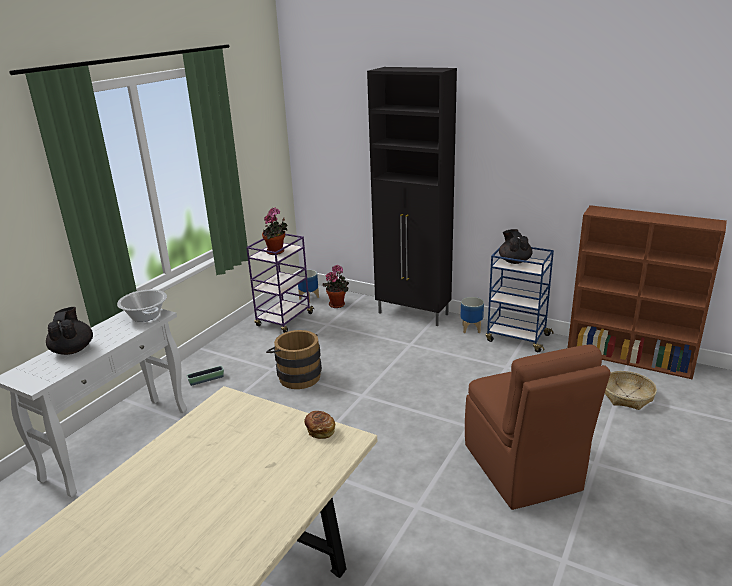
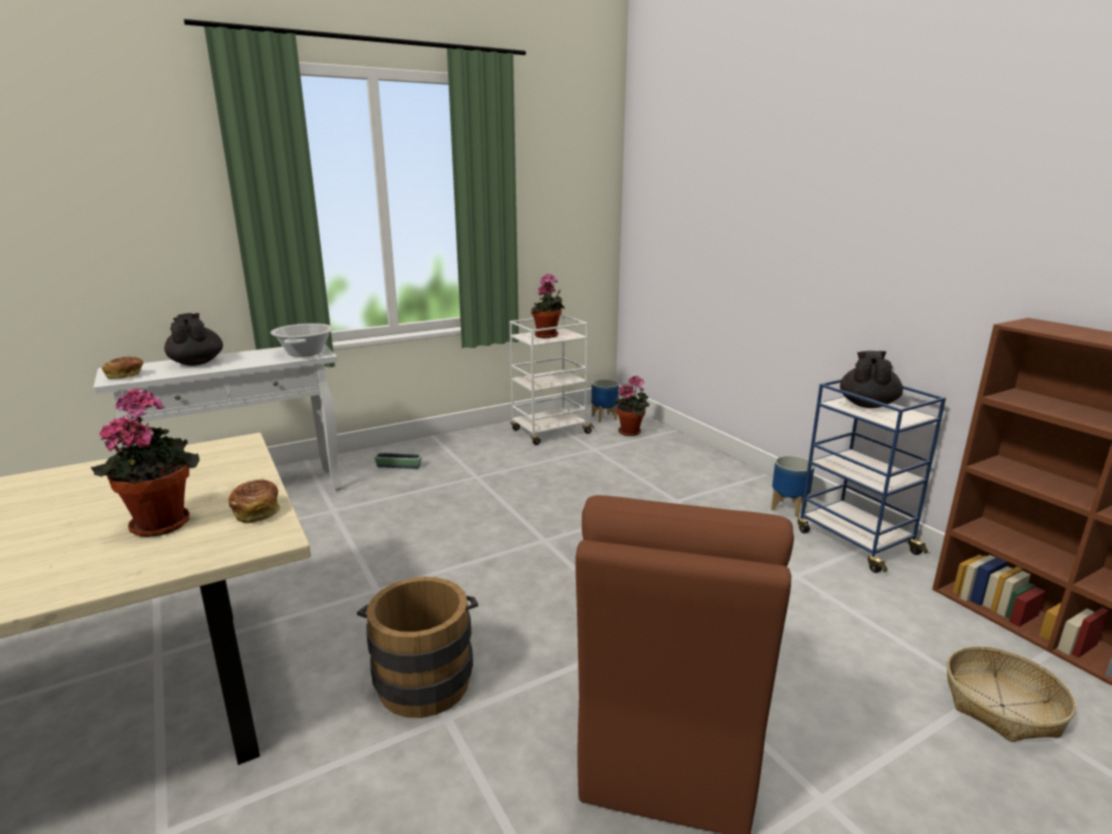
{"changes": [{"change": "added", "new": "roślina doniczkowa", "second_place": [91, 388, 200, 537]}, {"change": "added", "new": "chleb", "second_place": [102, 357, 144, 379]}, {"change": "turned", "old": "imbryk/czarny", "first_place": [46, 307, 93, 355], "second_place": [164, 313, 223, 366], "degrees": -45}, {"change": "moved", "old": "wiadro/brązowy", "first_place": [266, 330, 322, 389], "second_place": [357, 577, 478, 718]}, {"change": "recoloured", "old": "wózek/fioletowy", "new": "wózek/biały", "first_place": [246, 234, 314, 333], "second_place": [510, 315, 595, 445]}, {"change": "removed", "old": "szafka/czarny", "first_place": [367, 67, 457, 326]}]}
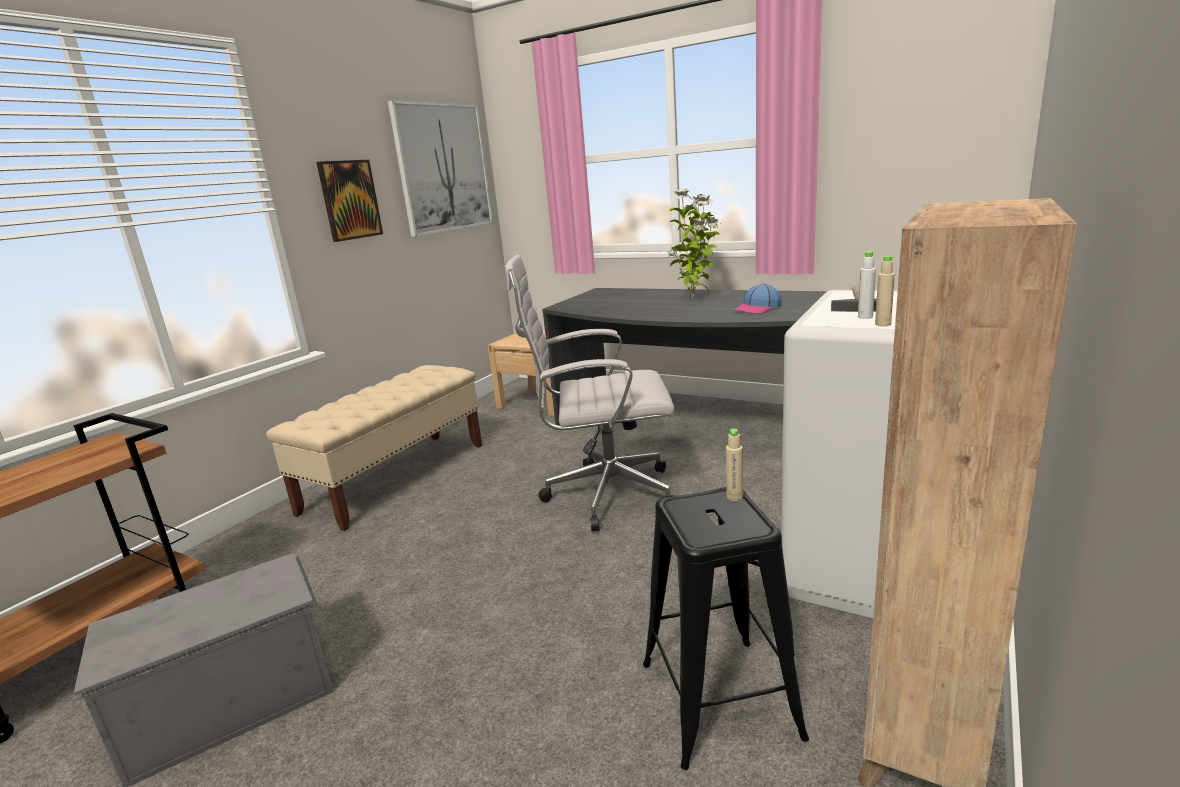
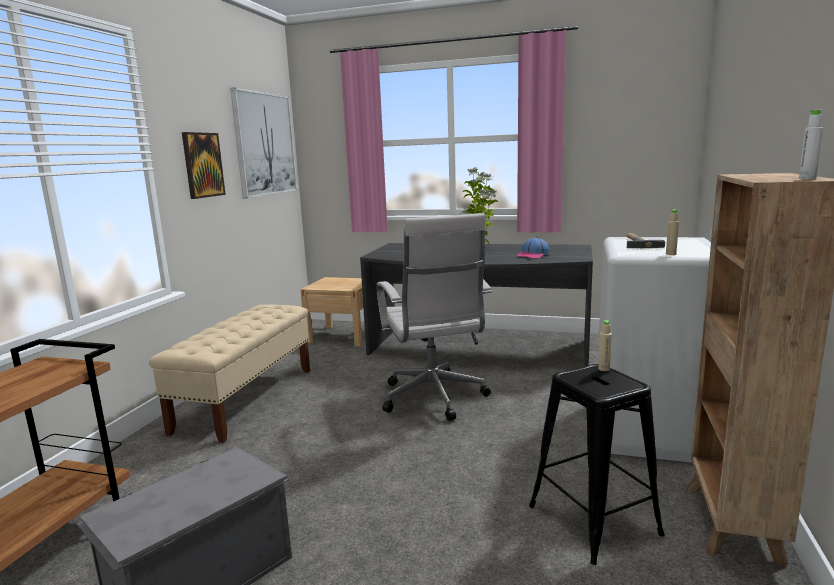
{"changes": [{"change": "turned", "old": "krzesło biurowe/biały", "first_place": [505, 255, 675, 531], "second_place": [376, 213, 492, 421], "degrees": -90}, {"change": "moved", "old": "butelka/biały", "first_place": [858, 252, 876, 319], "second_place": [799, 110, 823, 180]}]}
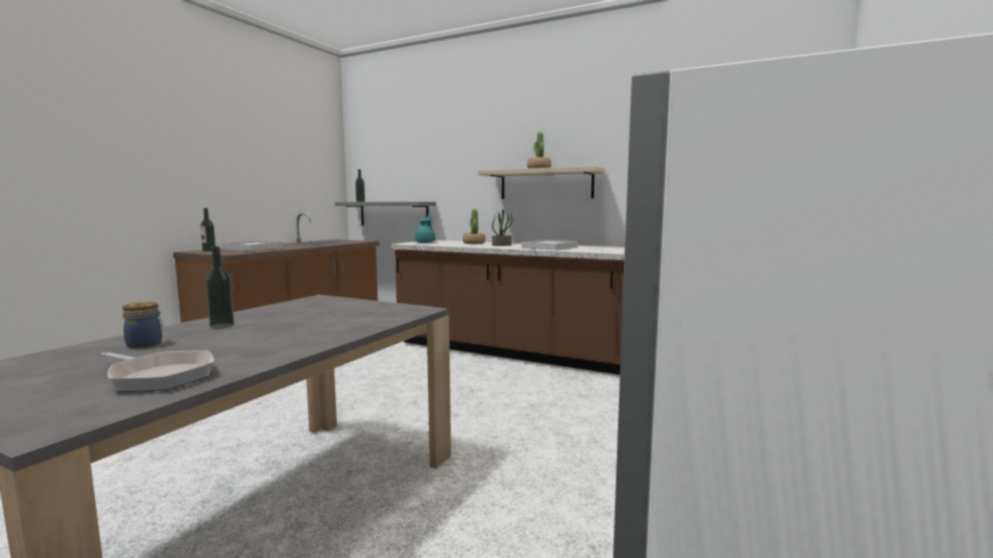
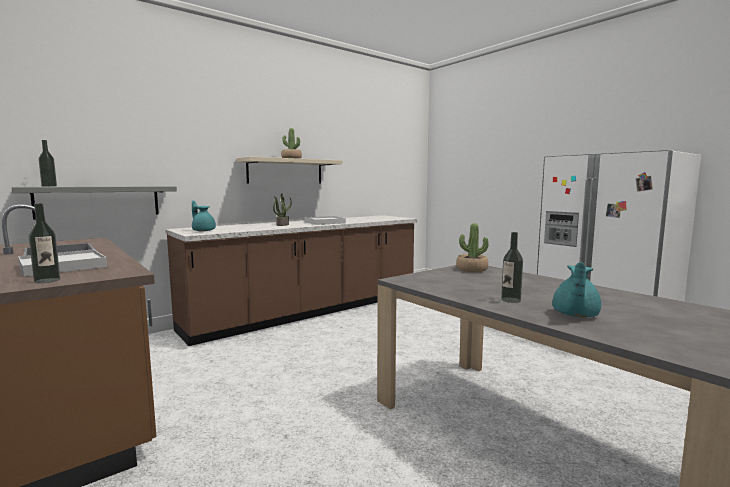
{"changes": [{"change": "moved", "old": "roślina doniczkowa", "first_place": [463, 209, 486, 244], "second_place": [456, 223, 489, 272]}, {"change": "replaced", "old": "słoik", "new": "imbryk/turkusowy", "first_place": [122, 302, 163, 348], "second_place": [553, 262, 601, 317]}, {"change": "removed", "old": "patelnia", "first_place": [101, 351, 214, 392]}]}
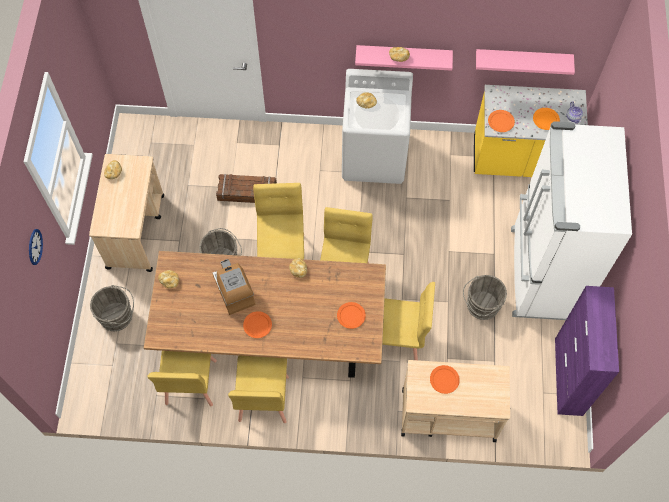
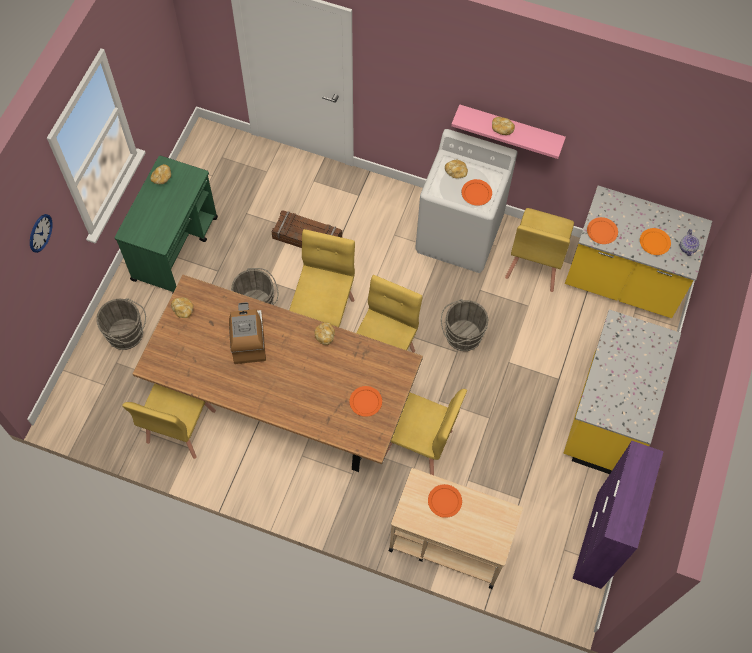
{"changes": [{"change": "recoloured", "old": "wózek/beżowy", "new": "wózek/zielony", "first_place": [89, 154, 164, 272], "second_place": [114, 155, 218, 294]}, {"change": "moved", "old": "wiadro/szary", "first_place": [463, 275, 507, 320], "second_place": [441, 299, 488, 351]}, {"change": "moved", "old": "talerz/pomarańczowy", "first_place": [243, 311, 272, 338], "second_place": [461, 179, 492, 206]}, {"change": "moved", "old": "krzesło/żółty", "first_place": [228, 356, 289, 423], "second_place": [505, 208, 574, 292]}, {"change": "replaced", "old": "lodówka/biały", "new": "zabudowa kuchenna/żółty", "first_place": [511, 121, 632, 320], "second_place": [564, 309, 681, 474]}, {"change": "removed", "old": "półka/różowy", "first_place": [476, 49, 575, 75]}]}
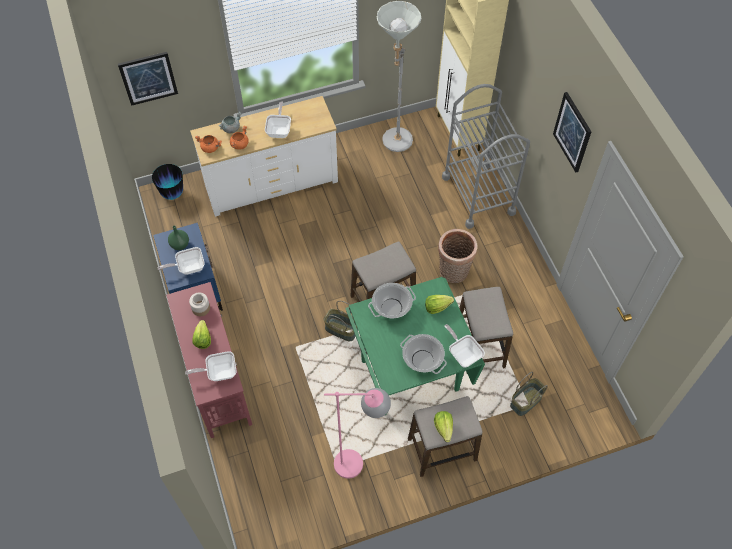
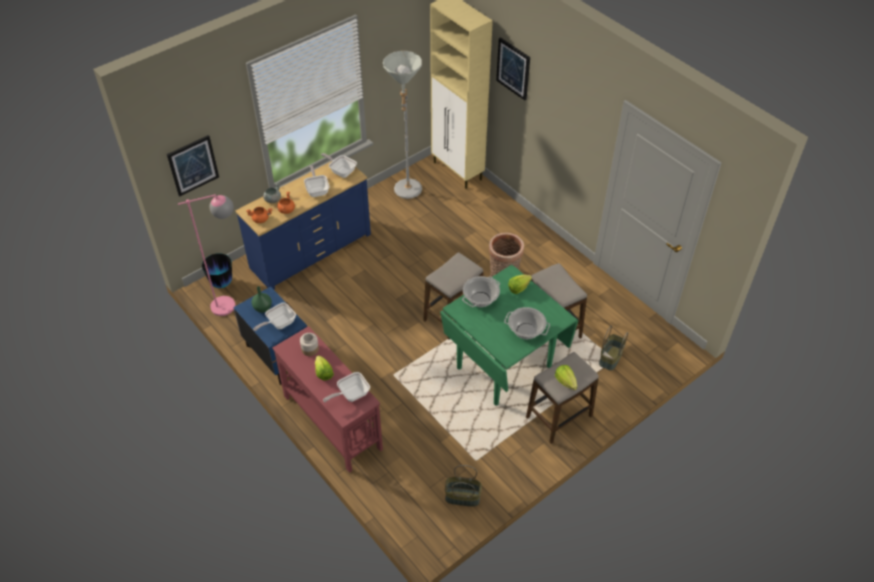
{"changes": [{"change": "moved", "old": "lampa stojąca/różowy", "first_place": [324, 388, 391, 479], "second_place": [178, 194, 235, 316]}, {"change": "recoloured", "old": "komoda/biały", "new": "komoda/niebieski", "first_place": [190, 96, 338, 217], "second_place": [235, 161, 371, 289]}, {"change": "moved", "old": "patelnia", "first_place": [444, 324, 485, 368], "second_place": [321, 153, 357, 178]}, {"change": "moved", "old": "koszyk", "first_place": [324, 301, 358, 341], "second_place": [445, 465, 482, 507]}, {"change": "moved", "old": "obraz", "first_place": [553, 92, 592, 173], "second_place": [496, 37, 530, 101]}, {"change": "removed", "old": "wózek/szary", "first_place": [442, 84, 530, 229]}]}
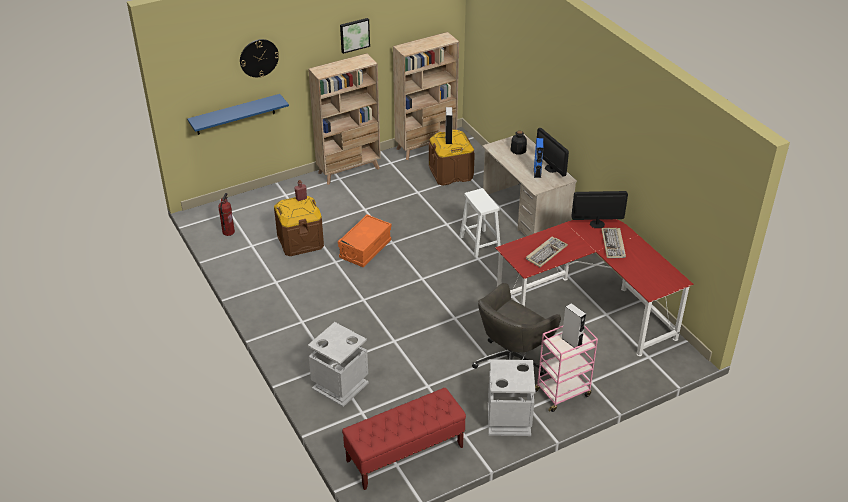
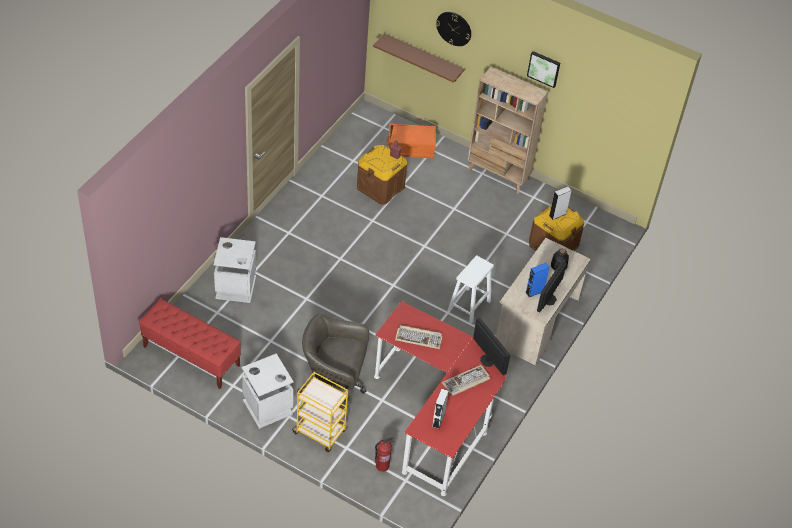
{"changes": [{"change": "recoloured", "old": "wózek/różowy", "new": "wózek/żółty", "first_place": [535, 326, 598, 412], "second_place": [292, 372, 348, 452]}, {"change": "recoloured", "old": "półka/niebieski", "new": "półka/brązowy", "first_place": [187, 94, 289, 135], "second_place": [373, 33, 465, 83]}, {"change": "moved", "old": "gaśnica", "first_place": [218, 193, 235, 236], "second_place": [375, 437, 394, 472]}, {"change": "moved", "old": "pojemnik do przechowywania/pomarańczowy", "first_place": [338, 214, 392, 268], "second_place": [387, 123, 436, 158]}, {"change": "moved", "old": "głośnik/szary", "first_place": [561, 303, 586, 349], "second_place": [432, 388, 449, 429]}, {"change": "removed", "old": "regał/beżowy", "first_place": [393, 32, 459, 160]}]}
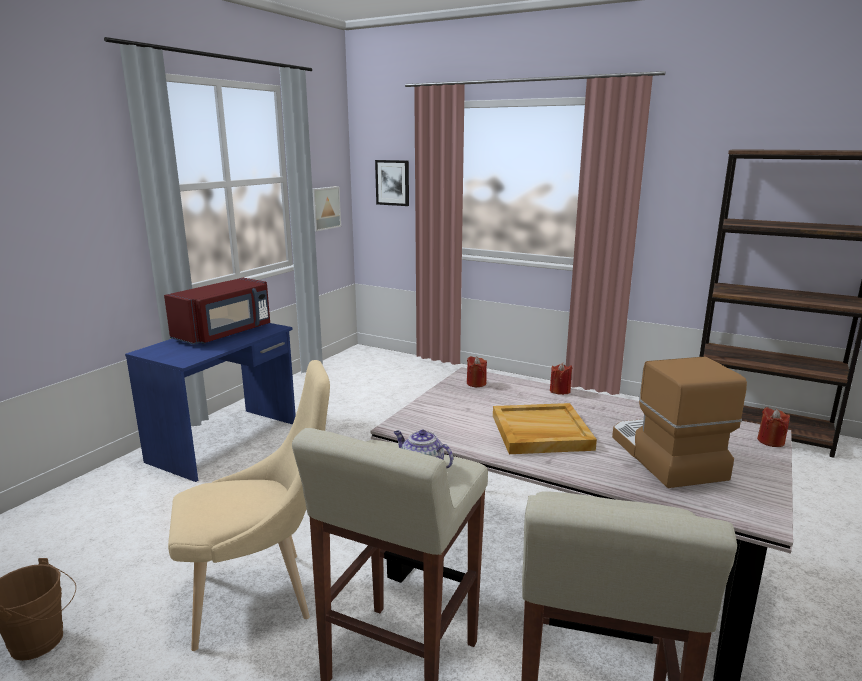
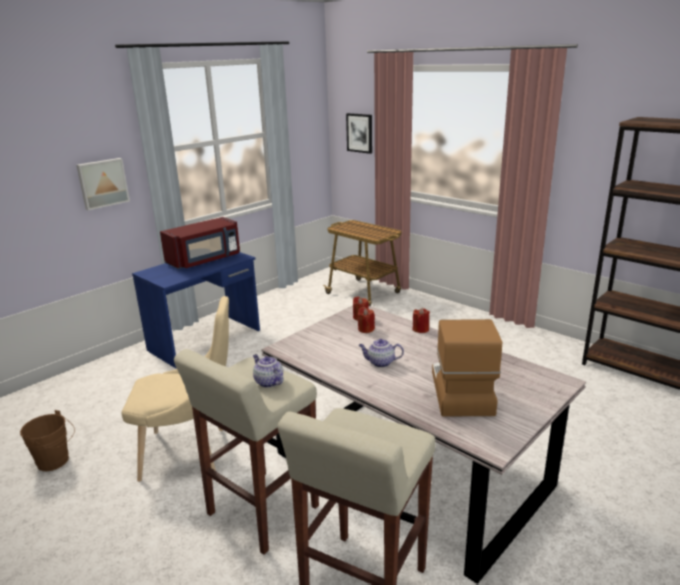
{"changes": [{"change": "moved", "old": "obraz", "first_place": [312, 186, 341, 231], "second_place": [76, 158, 130, 210]}, {"change": "added", "new": "wózek", "second_place": [323, 220, 402, 306]}, {"change": "moved", "old": "świeca/czerwony", "first_place": [757, 407, 790, 447], "second_place": [357, 307, 375, 333]}, {"change": "replaced", "old": "taca/beżowy", "new": "imbryk", "first_place": [493, 403, 597, 454], "second_place": [359, 339, 404, 367]}]}
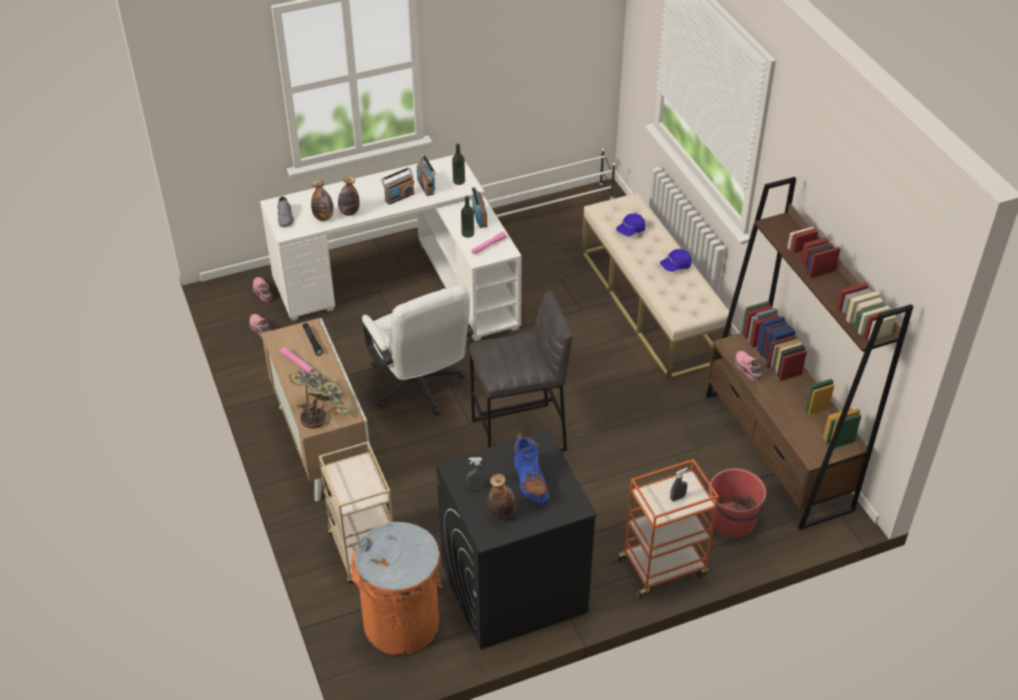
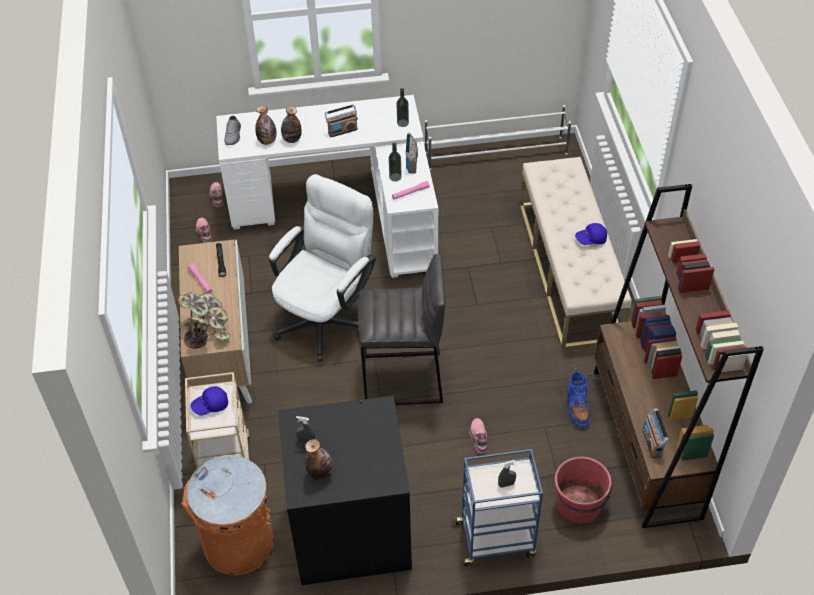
{"changes": [{"change": "moved", "old": "czapka z daszkiem/niebieski", "first_place": [616, 213, 645, 236], "second_place": [190, 386, 228, 416]}, {"change": "turned", "old": "krzesło biurowe/biały", "first_place": [362, 285, 473, 416], "second_place": [269, 174, 376, 362], "degrees": -135}, {"change": "recoloured", "old": "wózek/pomarańczowy", "new": "wózek/niebieski", "first_place": [614, 459, 719, 598], "second_place": [452, 449, 543, 566]}, {"change": "moved", "old": "but/różowy", "first_place": [735, 351, 762, 381], "second_place": [469, 418, 488, 453]}, {"change": "moved", "old": "but z cholewką/niebieski", "first_place": [514, 433, 549, 504], "second_place": [567, 367, 590, 427]}, {"change": "moved", "old": "radio", "first_place": [417, 155, 436, 196], "second_place": [642, 408, 669, 458]}]}
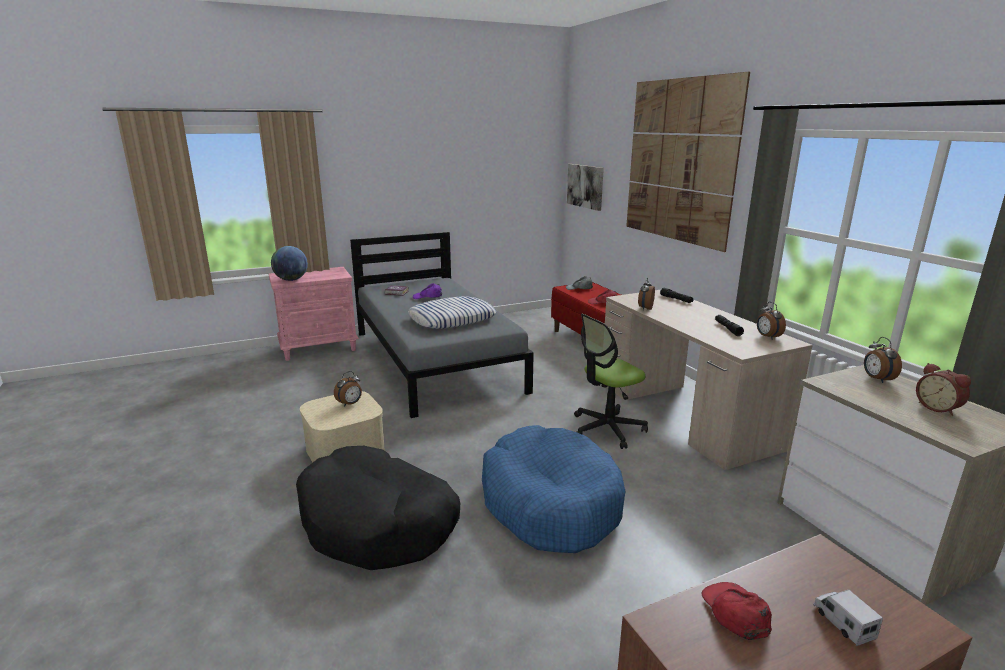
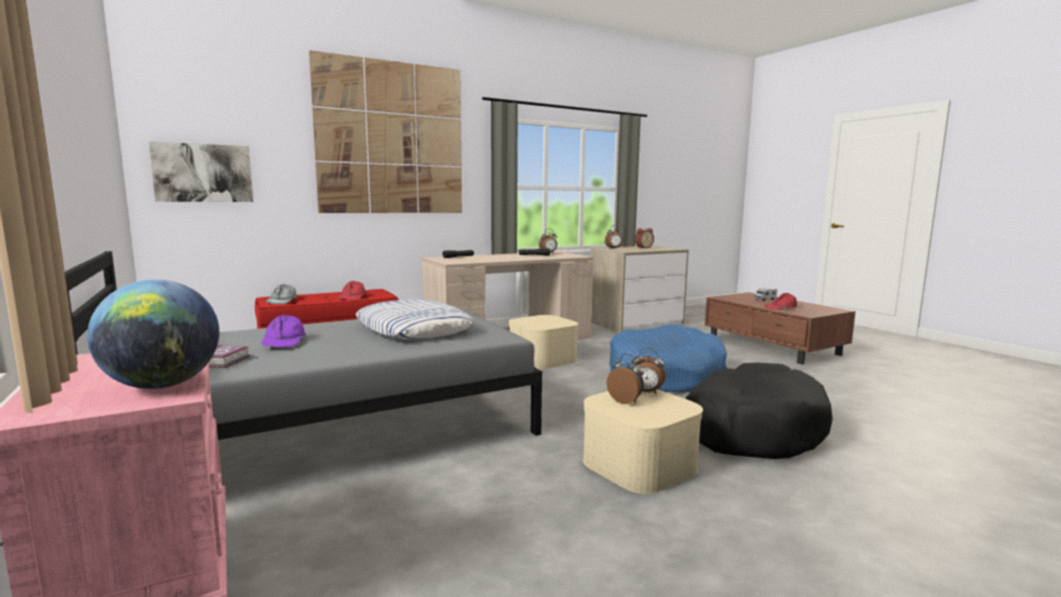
{"changes": [{"change": "replaced", "old": "krzesło biurowe", "new": "pojemnik do przechowywania/beżowy", "first_place": [574, 314, 648, 449], "second_place": [509, 315, 578, 369]}, {"change": "moved", "old": "budzik", "first_place": [638, 277, 655, 310], "second_place": [632, 348, 666, 394]}]}
